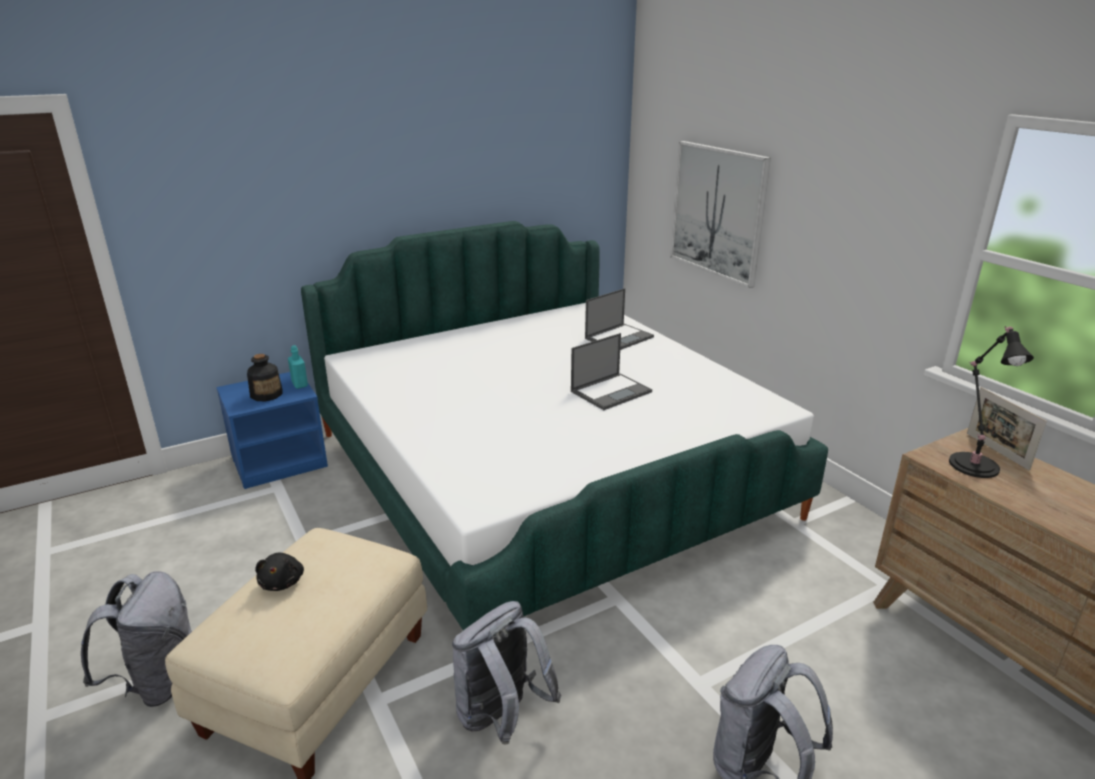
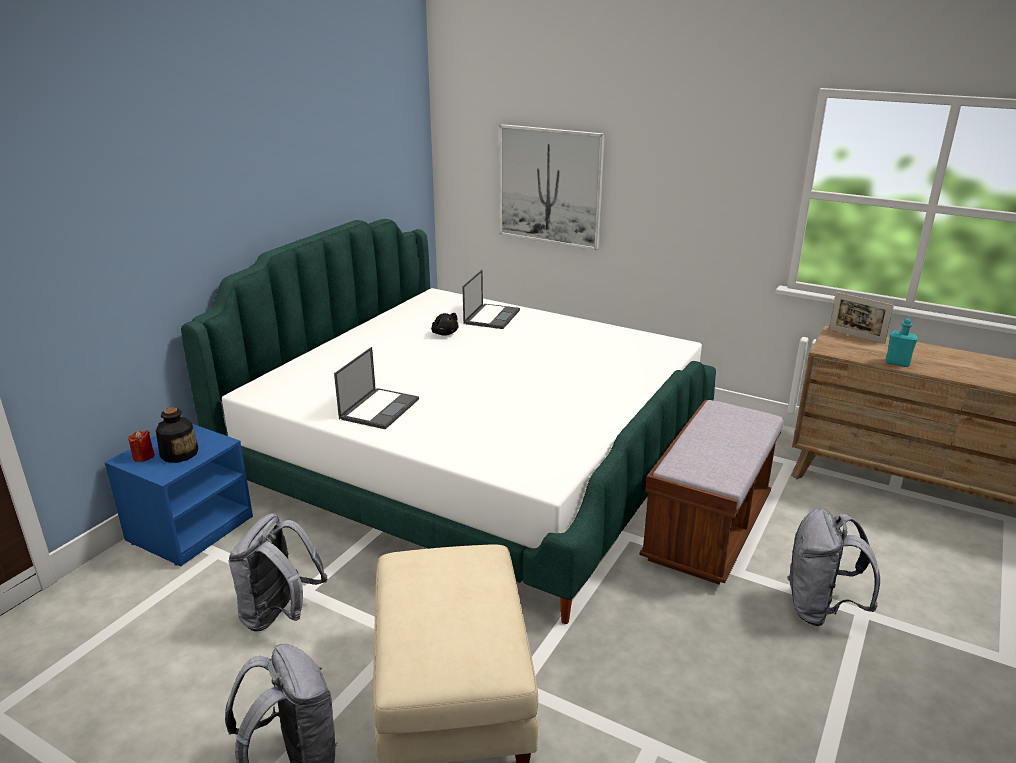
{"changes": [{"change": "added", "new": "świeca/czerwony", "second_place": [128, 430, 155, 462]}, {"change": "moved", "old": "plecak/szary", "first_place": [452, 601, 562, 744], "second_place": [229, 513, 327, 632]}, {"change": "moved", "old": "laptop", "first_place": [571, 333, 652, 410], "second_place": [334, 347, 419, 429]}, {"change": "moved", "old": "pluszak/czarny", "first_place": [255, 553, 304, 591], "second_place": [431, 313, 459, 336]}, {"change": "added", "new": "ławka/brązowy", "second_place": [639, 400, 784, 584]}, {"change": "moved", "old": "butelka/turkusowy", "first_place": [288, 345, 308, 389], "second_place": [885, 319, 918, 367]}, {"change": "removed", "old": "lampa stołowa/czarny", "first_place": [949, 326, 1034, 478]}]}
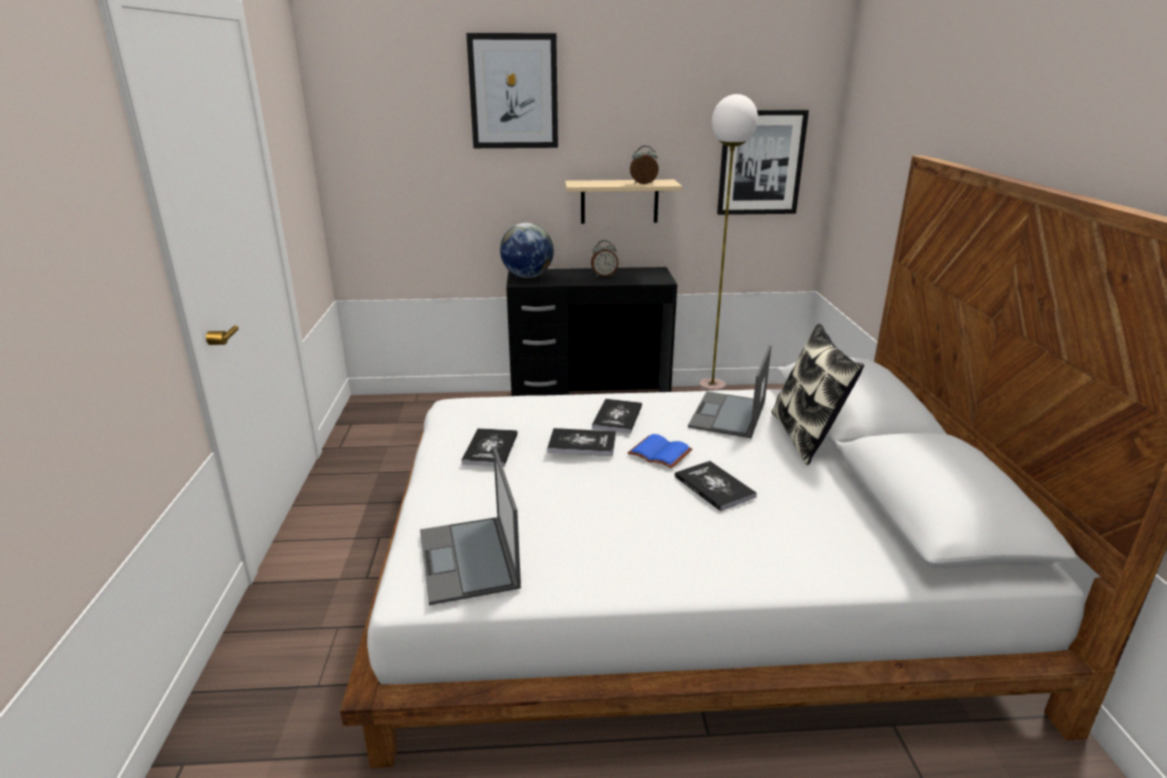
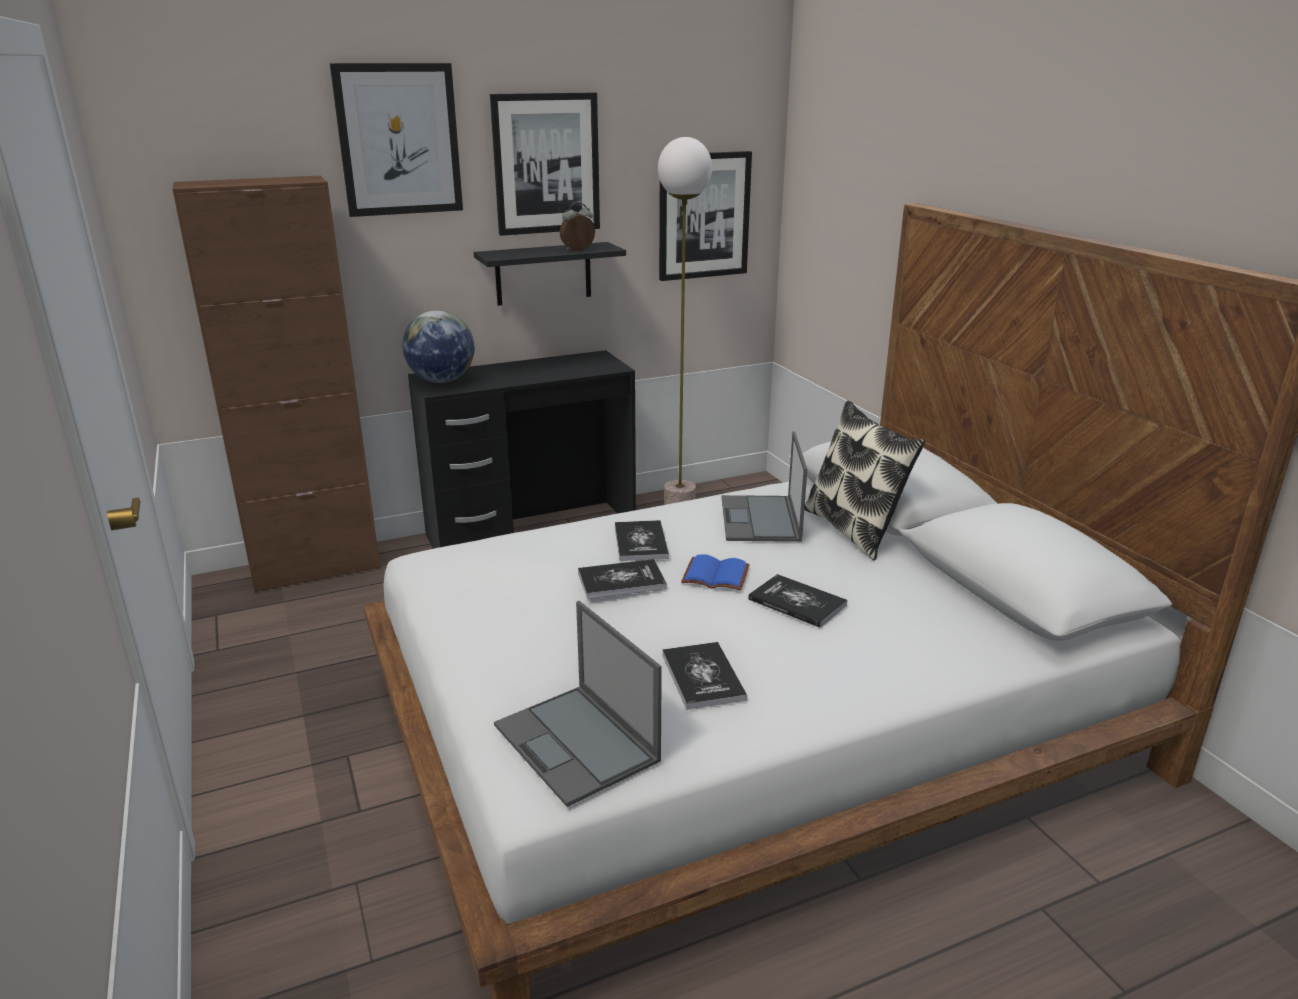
{"changes": [{"change": "added", "new": "szafka/brązowy", "second_place": [173, 175, 380, 593]}, {"change": "recoloured", "old": "półka/beżowy", "new": "półka/czarny", "first_place": [565, 180, 682, 224], "second_place": [474, 242, 626, 306]}, {"change": "added", "new": "obraz", "second_place": [490, 93, 600, 236]}, {"change": "moved", "old": "książka", "first_place": [461, 428, 518, 467], "second_place": [662, 642, 747, 710]}, {"change": "removed", "old": "budzik", "first_place": [591, 240, 618, 277]}]}
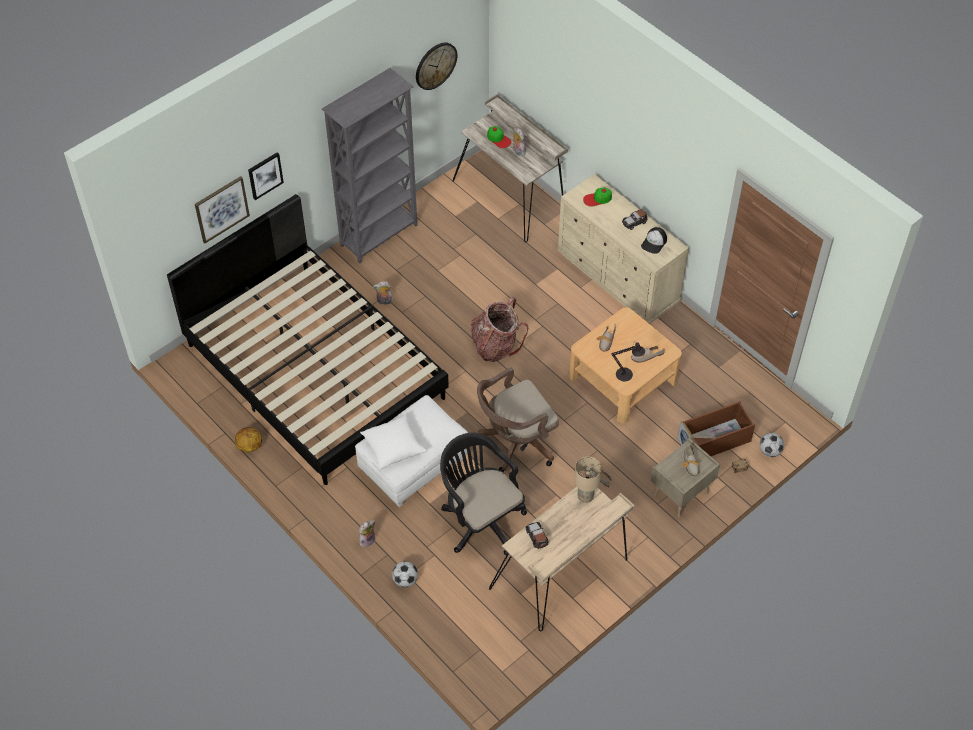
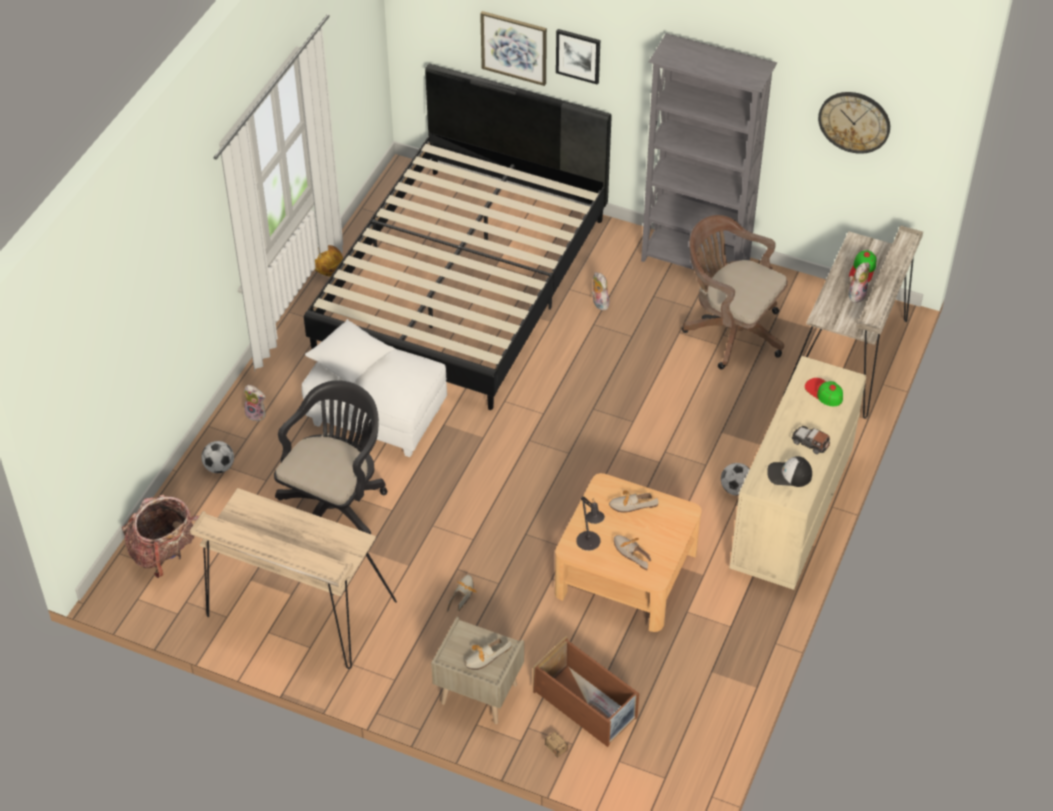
{"changes": [{"change": "moved", "old": "plecak", "first_place": [471, 297, 528, 362], "second_place": [122, 495, 199, 578]}, {"change": "moved", "old": "krzesło biurowe/brązowy", "first_place": [477, 368, 559, 472], "second_place": [682, 215, 788, 369]}, {"change": "moved", "old": "piłka futbolowa", "first_place": [759, 433, 784, 457], "second_place": [721, 463, 750, 496]}, {"change": "removed", "old": "samochodzik", "first_place": [525, 522, 549, 549]}, {"change": "removed", "old": "lampa stołowa/beżowy", "first_place": [574, 457, 602, 503]}]}
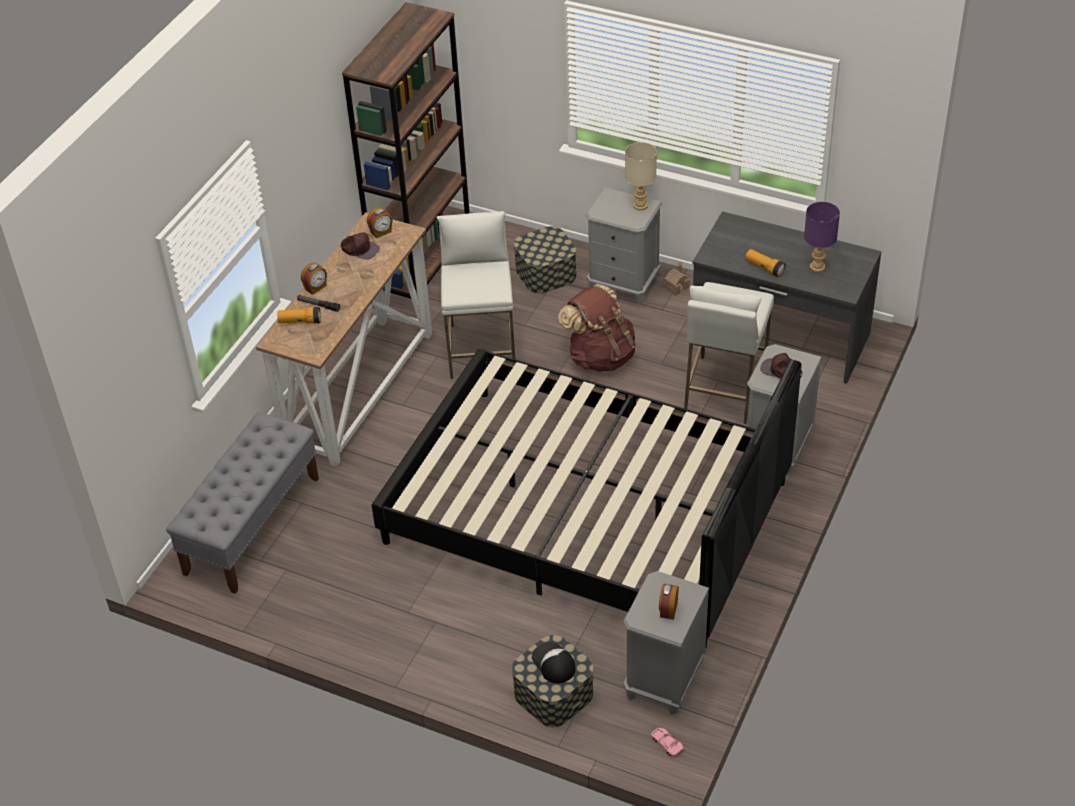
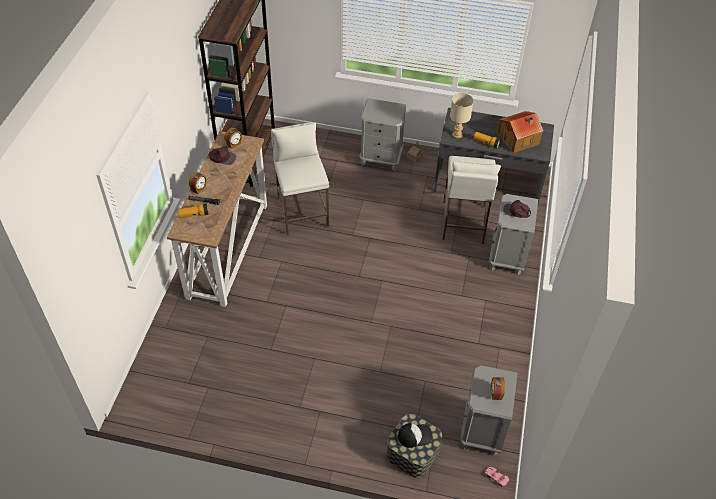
{"changes": [{"change": "turned", "old": "czapka z daszkiem", "first_place": [532, 642, 575, 683], "second_place": [398, 423, 433, 448], "degrees": 120}, {"change": "moved", "old": "lampa stołowa/beżowy", "first_place": [625, 142, 657, 210], "second_place": [450, 93, 474, 138]}, {"change": "replaced", "old": "lampa stołowa/fioletowy", "new": "domek", "first_place": [804, 202, 840, 272], "second_place": [497, 111, 543, 153]}, {"change": "removed", "old": "ławka/szary", "first_place": [166, 412, 319, 594]}, {"change": "removed", "old": "łóżko/czarny", "first_place": [372, 349, 802, 649]}, {"change": "removed", "old": "pojemnik do przechowywania", "first_place": [514, 226, 576, 294]}, {"change": "removed", "old": "plecak/brązowy", "first_place": [558, 284, 636, 372]}]}
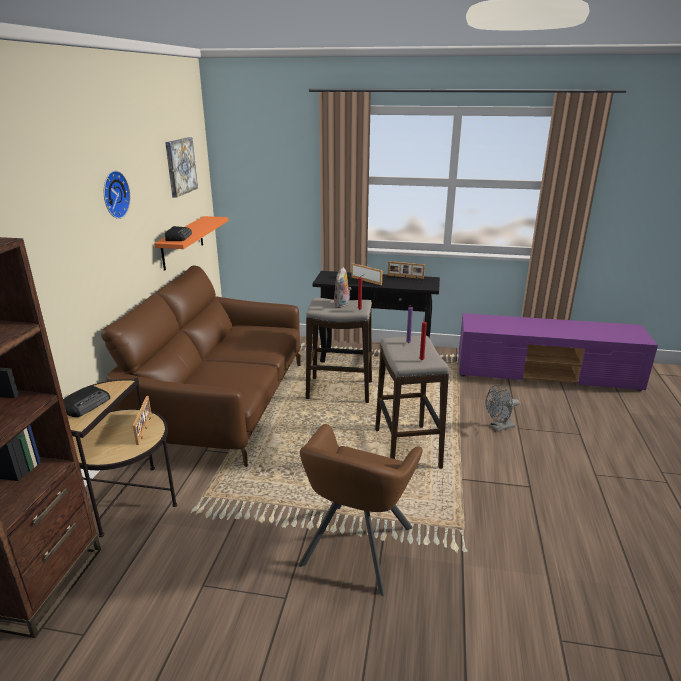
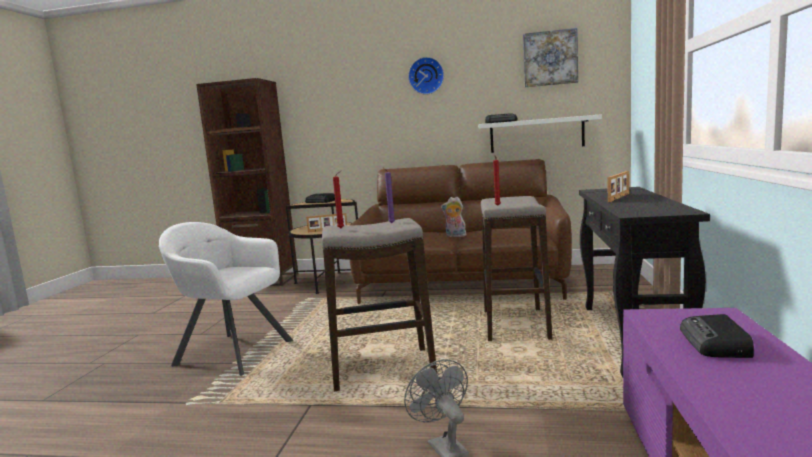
{"changes": [{"change": "recoloured", "old": "fotel/brązowy", "new": "fotel/biały", "first_place": [298, 424, 423, 596], "second_place": [159, 222, 293, 376]}, {"change": "moved", "old": "pluszak", "first_place": [334, 267, 351, 308], "second_place": [441, 197, 466, 237]}, {"change": "recoloured", "old": "półka/pomarańczowy", "new": "półka/biały", "first_place": [154, 216, 229, 271], "second_place": [478, 114, 602, 153]}, {"change": "added", "new": "radio", "second_place": [680, 314, 754, 358]}, {"change": "removed", "old": "ramka na zdjęcie", "first_place": [388, 261, 425, 279]}]}
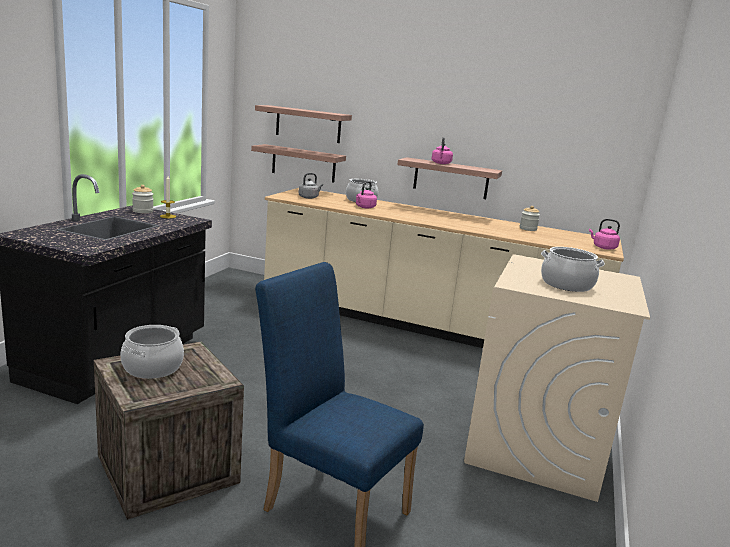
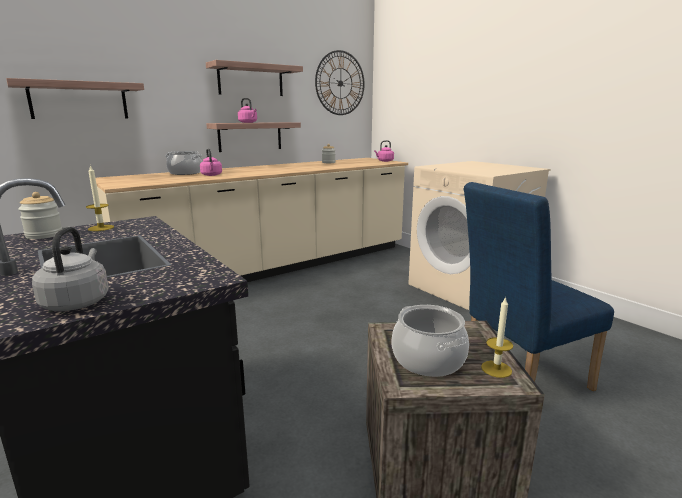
{"changes": [{"change": "moved", "old": "czajnik/szary", "first_place": [298, 173, 323, 199], "second_place": [32, 227, 109, 311]}, {"change": "moved", "old": "półka", "first_place": [251, 144, 346, 182], "second_place": [206, 60, 303, 96]}, {"change": "added", "new": "zegar ścienny", "second_place": [315, 50, 365, 115]}, {"change": "added", "new": "świeca", "second_place": [481, 296, 513, 378]}, {"change": "removed", "old": "garnek", "first_place": [541, 247, 605, 292]}]}
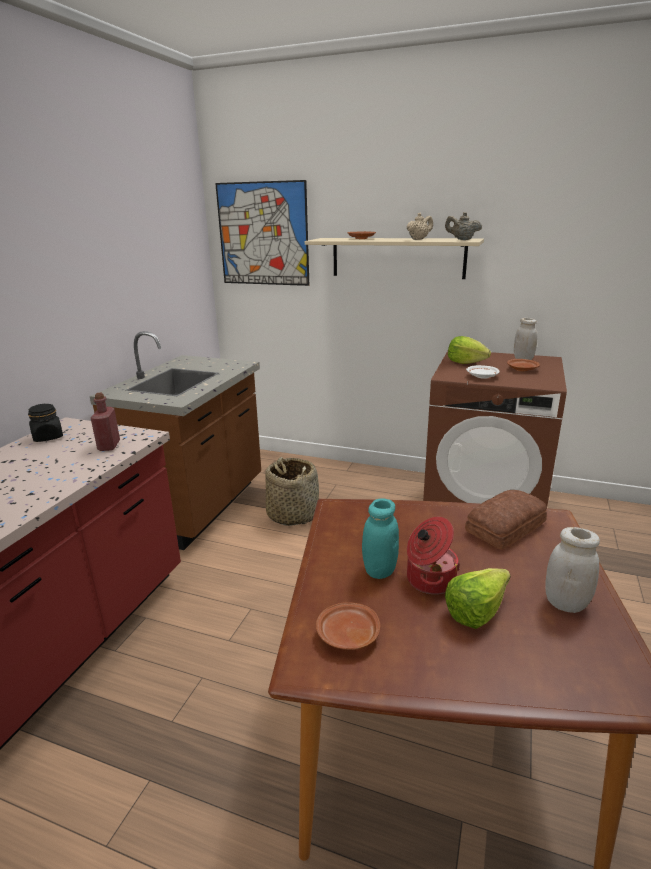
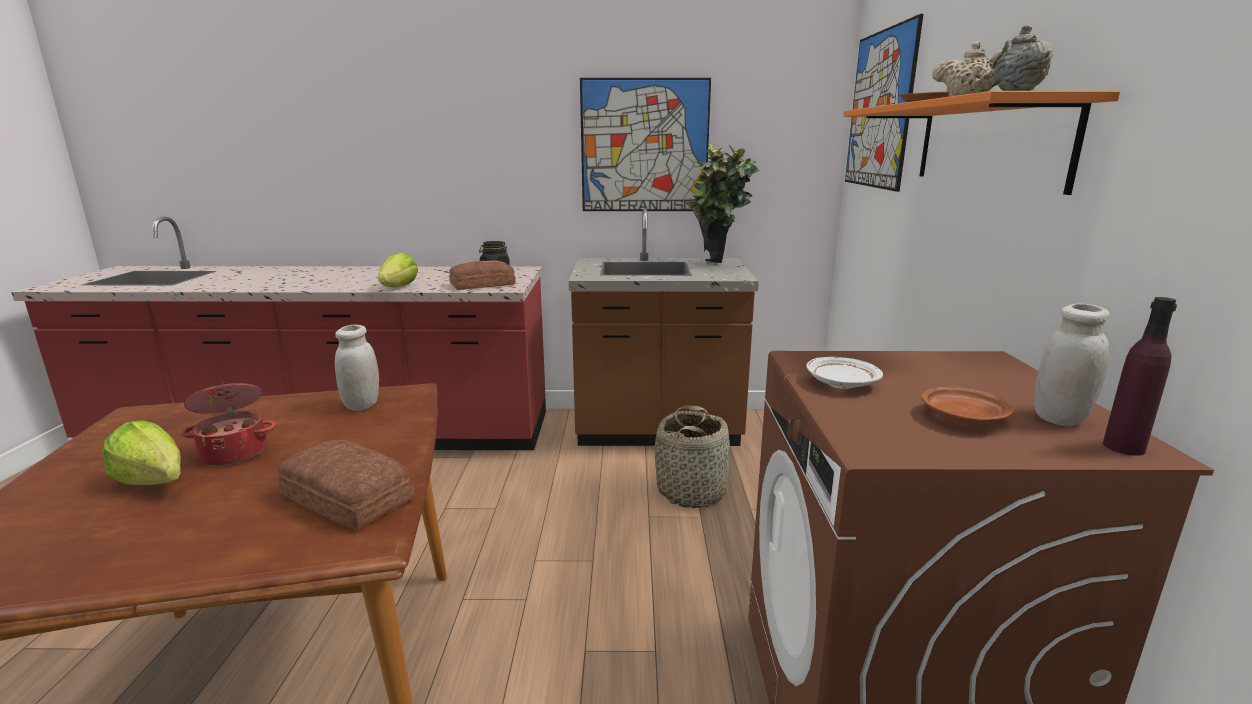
{"changes": [{"change": "moved", "old": "słoik/biały", "first_place": [545, 527, 600, 613], "second_place": [335, 325, 379, 411]}, {"change": "moved", "old": "sałata", "first_place": [448, 336, 491, 364], "second_place": [378, 253, 418, 287]}, {"change": "replaced", "old": "butelka/czerwony", "new": "chleb", "first_place": [91, 393, 120, 451], "second_place": [449, 260, 516, 290]}, {"change": "added", "new": "obraz", "second_place": [580, 78, 711, 211]}, {"change": "added", "new": "roślina doniczkowa", "second_place": [685, 144, 759, 263]}, {"change": "recoloured", "old": "półka/beżowy", "new": "półka/pomarańczowy", "first_place": [305, 238, 484, 279], "second_place": [843, 91, 1120, 195]}, {"change": "added", "new": "butelka/fioletowy", "second_place": [1103, 297, 1177, 456]}, {"change": "removed", "old": "talerz/brązowy", "first_place": [316, 602, 381, 650]}, {"change": "removed", "old": "słoik/turkusowy", "first_place": [362, 499, 399, 579]}]}
